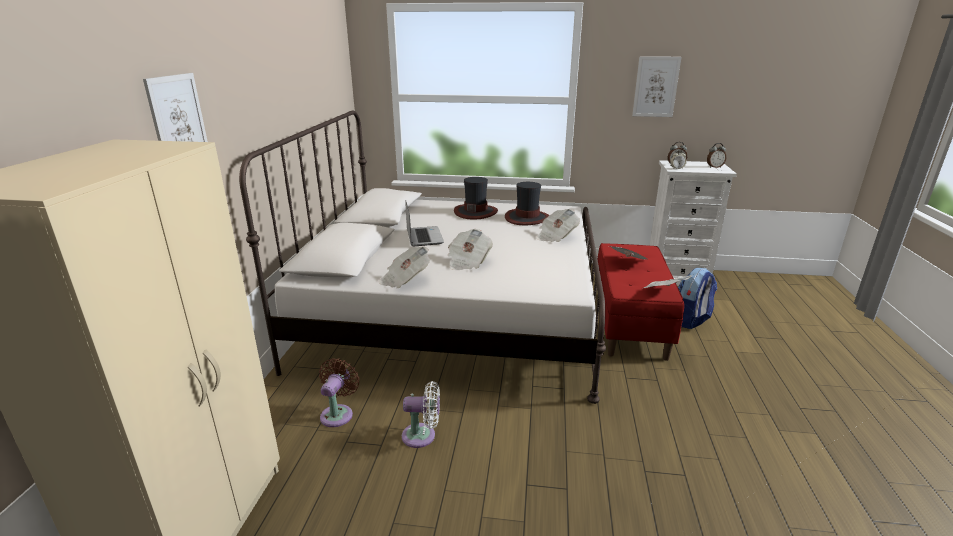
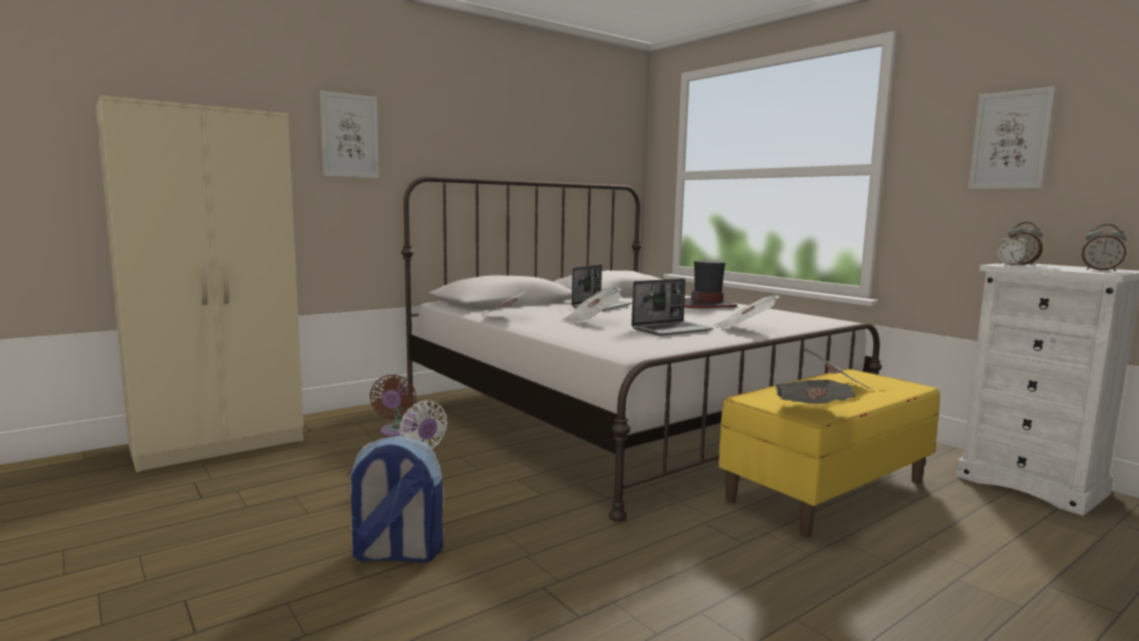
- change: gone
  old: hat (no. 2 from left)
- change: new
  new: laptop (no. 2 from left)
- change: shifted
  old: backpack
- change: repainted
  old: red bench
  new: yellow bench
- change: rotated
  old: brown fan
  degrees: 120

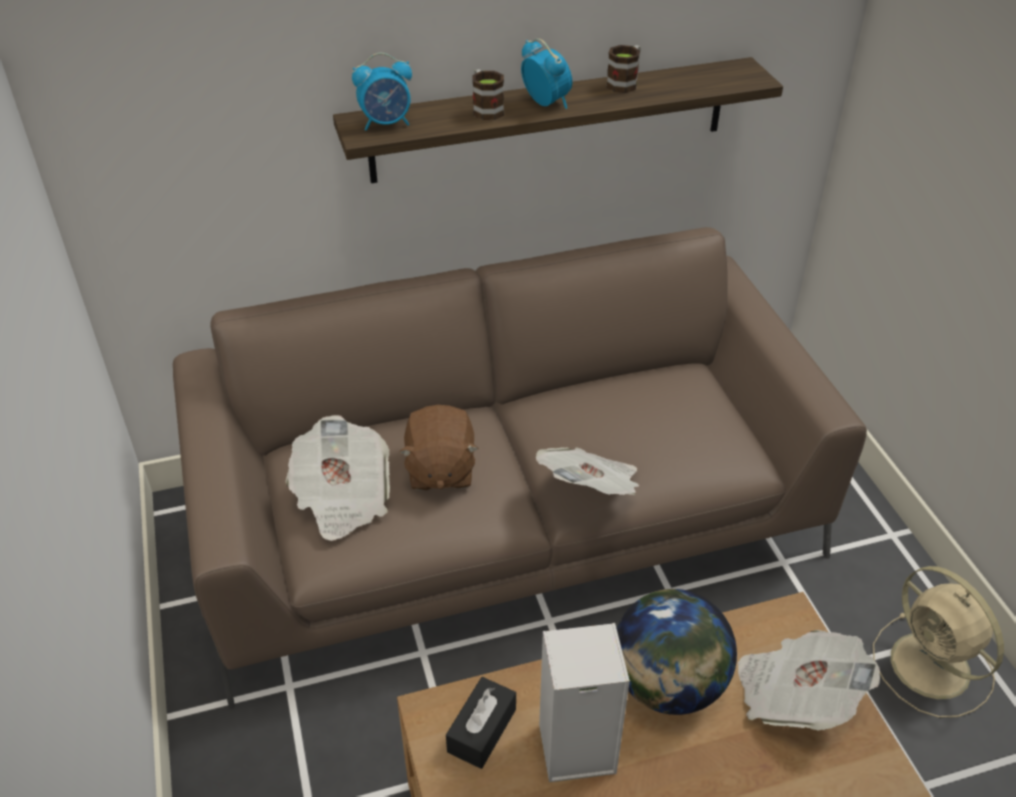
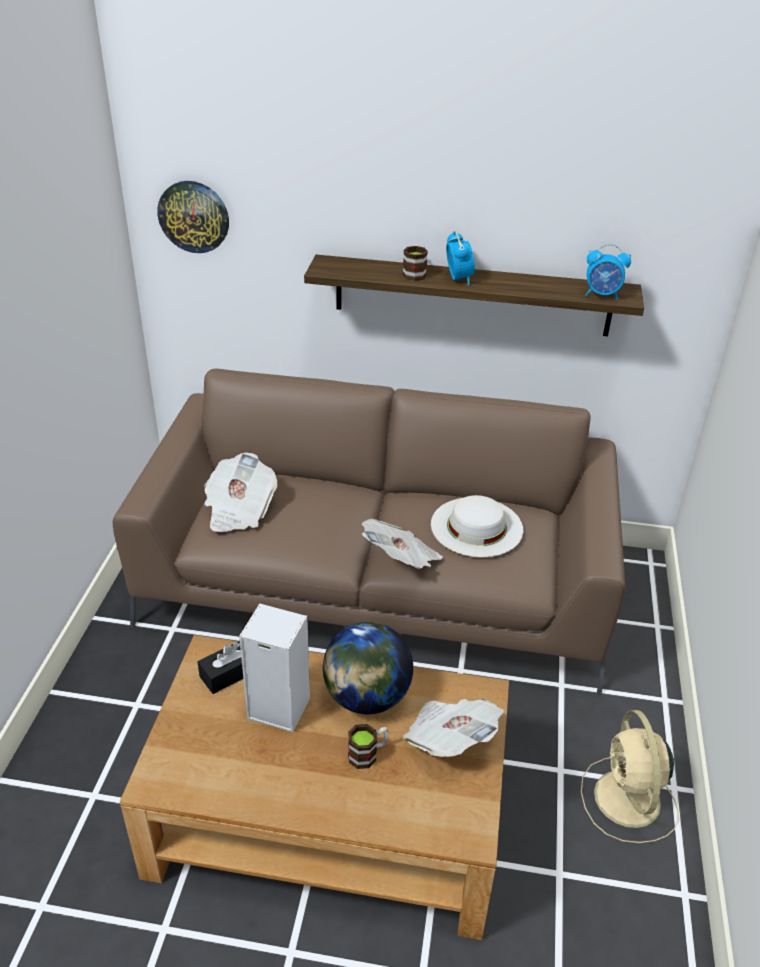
- change: gone
  old: brown plush toy
- change: new
  new: wall clock
- change: new
  new: white hat
- change: shifted
  old: alarm clock (no. 1 from left in the first image)
  new: alarm clock (no. 2 from left)
- change: shifted
  old: mug (no. 2 from left in the first image)
  new: mug (no. 1 from left)

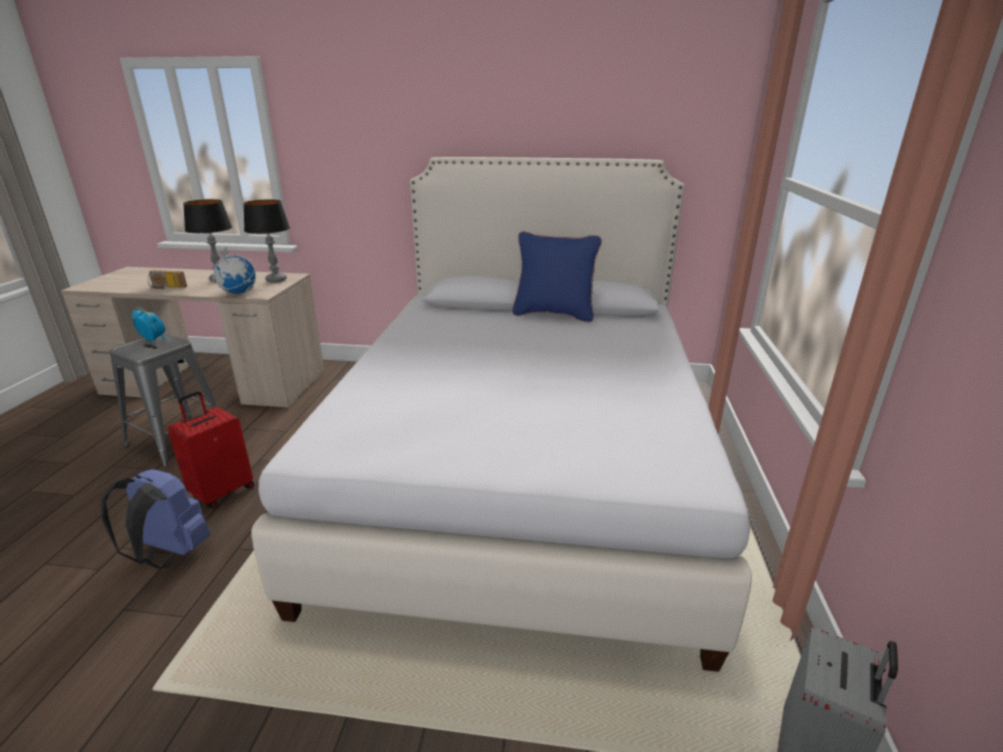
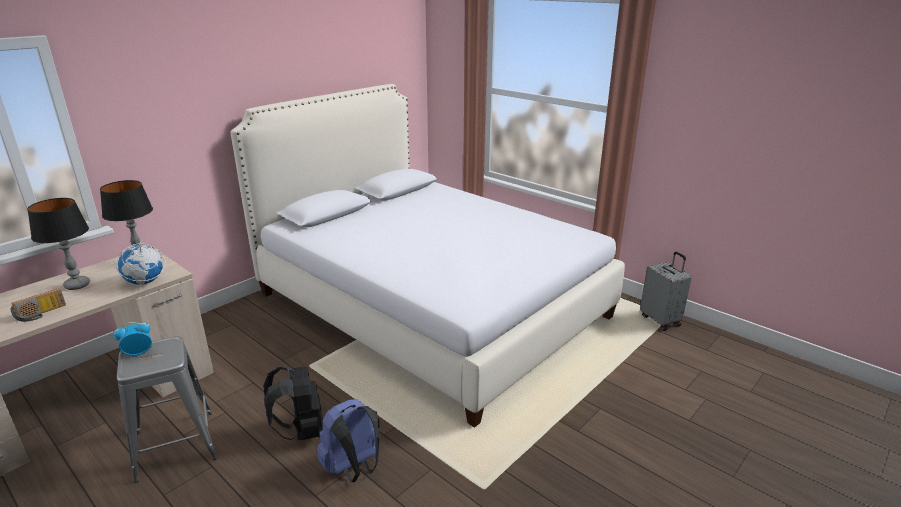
- change: gone
  old: blue pillow
- change: swapped
  old: red suitcase
  new: black backpack

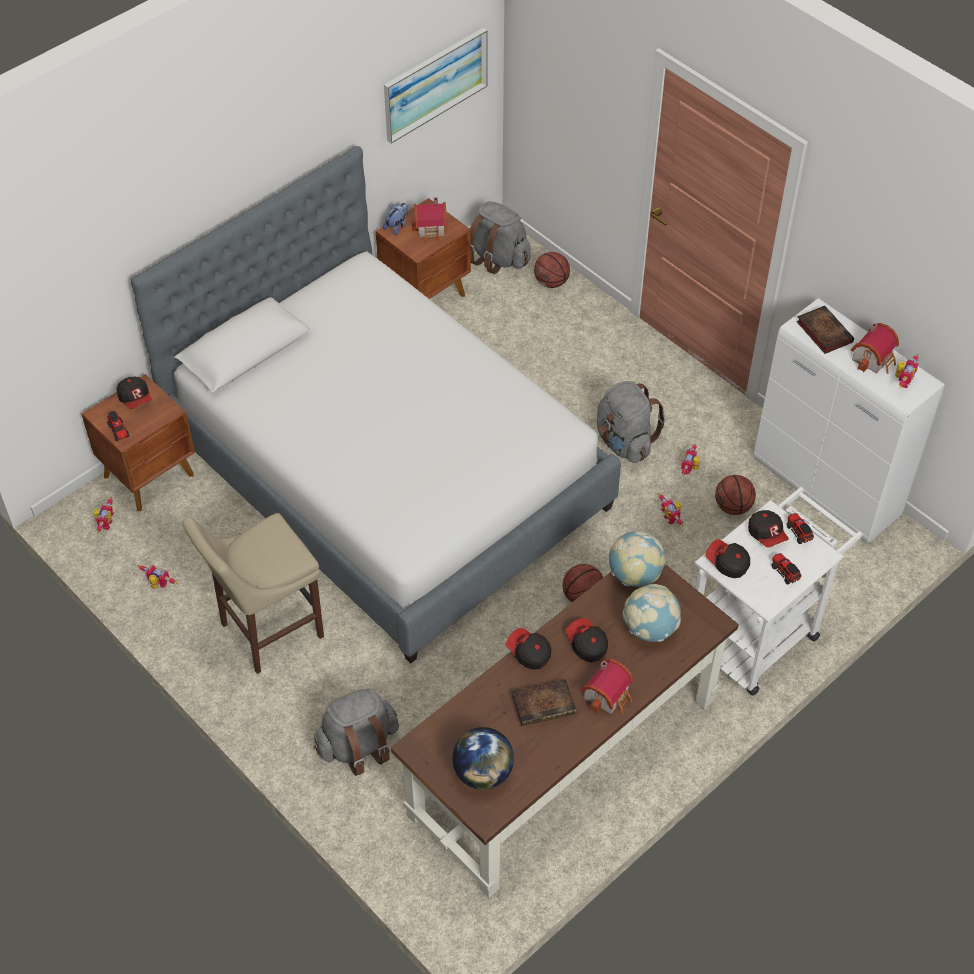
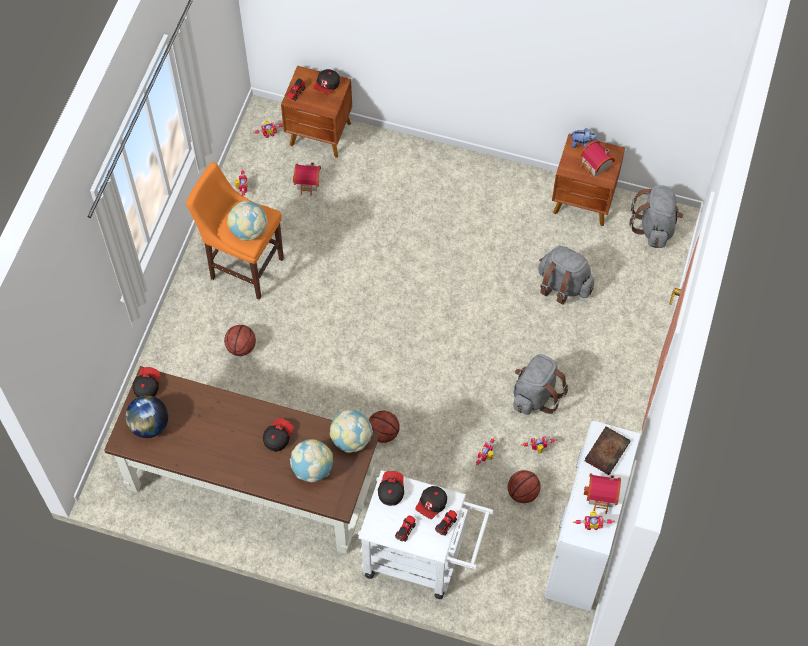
- change: gone
  old: bed
- change: gone
  old: picture
- change: gone
  old: book (no. 1 from left)
- change: new
  new: globe (no. 2 from left)
- change: shifted
  old: grey backpack (no. 1 from left in the first image)
  new: grey backpack (no. 2 from left)
- change: shifted
  old: cap (no. 2 from left in the first image)
  new: cap (no. 1 from left)
- change: shifted
  old: basketball (no. 1 from left)
- change: shifted
  old: toy house (no. 2 from left in the first image)
  new: toy house (no. 1 from left)
- change: repainted
  old: beige stool
  new: orange stool

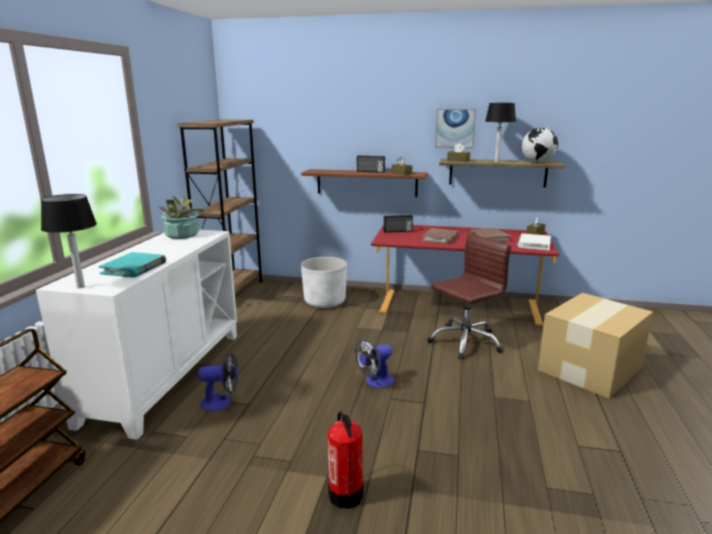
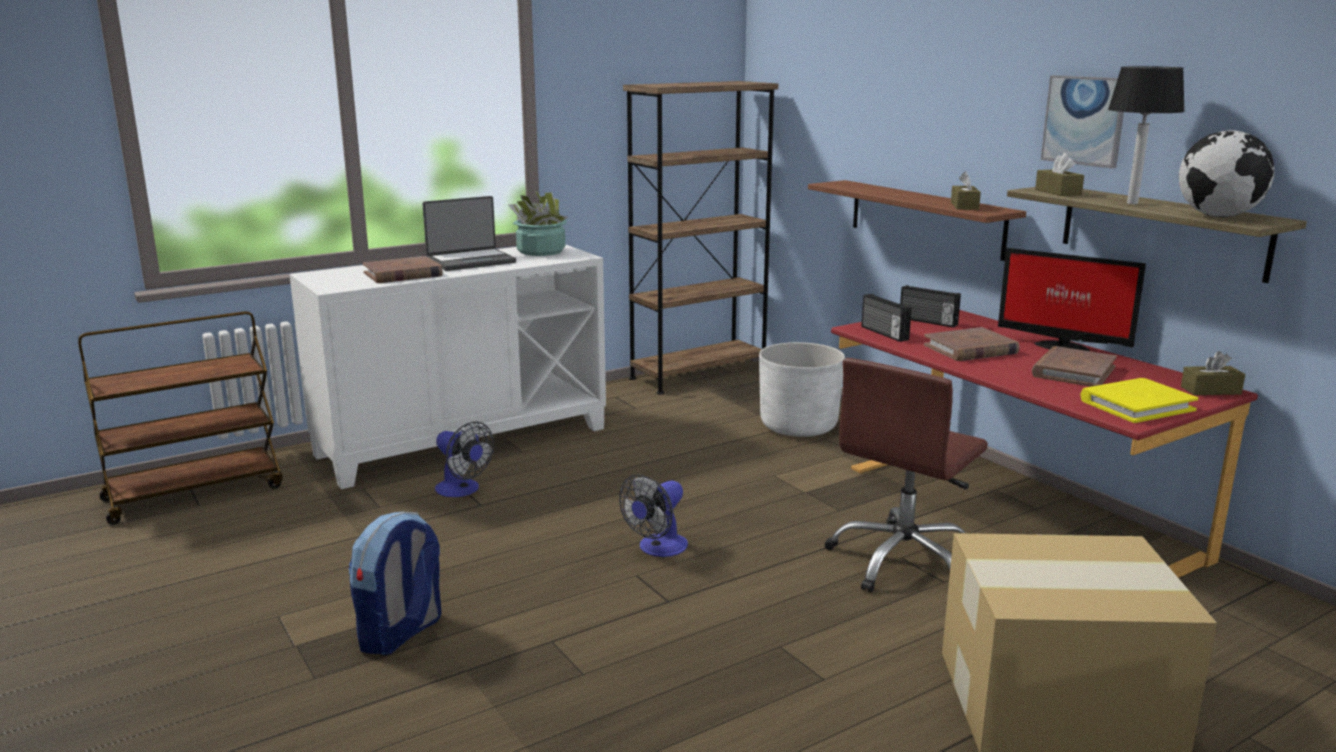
- change: gone
  old: table lamp (no. 1 from left)
- change: new
  new: laptop
- change: new
  new: monitor
- change: shifted
  old: radio (no. 1 from left)
- change: swapped
  old: fire extinguisher
  new: backpack
- change: repainted
  old: turquoise book
  new: brown book (no. 1 from left)
- change: repainted
  old: white book
  new: yellow book
- change: rotated
  old: fan (no. 2 from left)
  degrees: -60
- change: rotated
  old: brown office chair
  degrees: 120

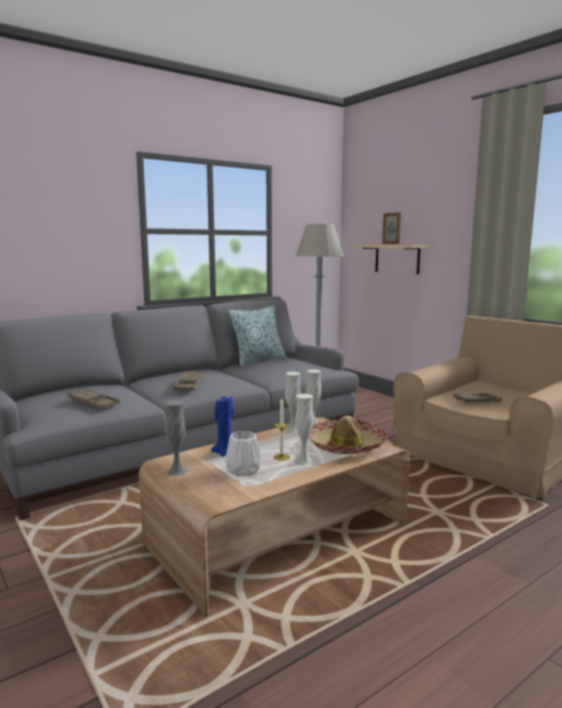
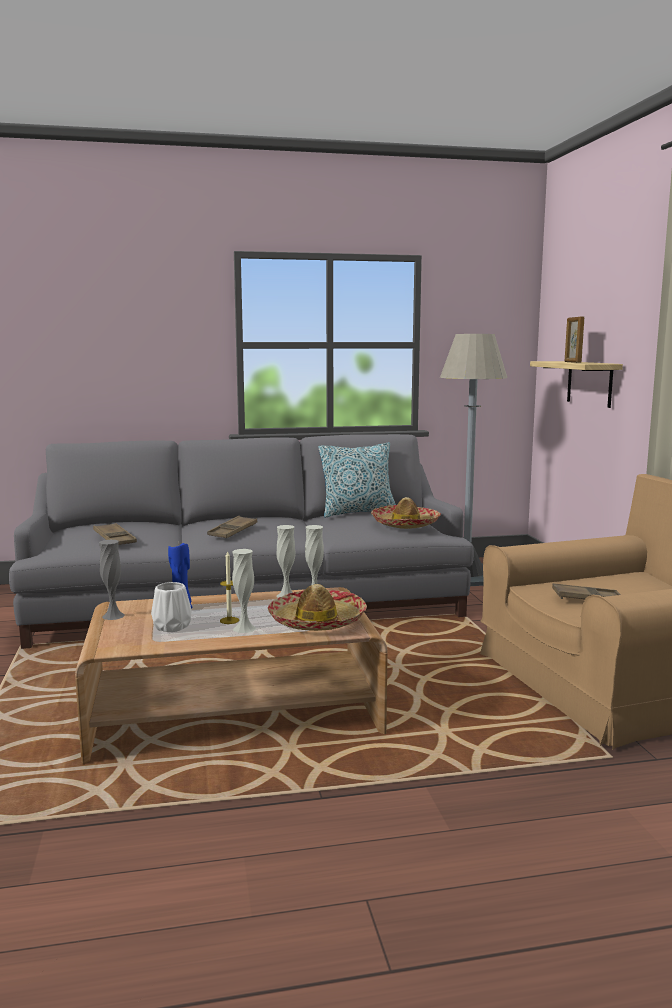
- change: new
  new: hat (no. 2 from left)

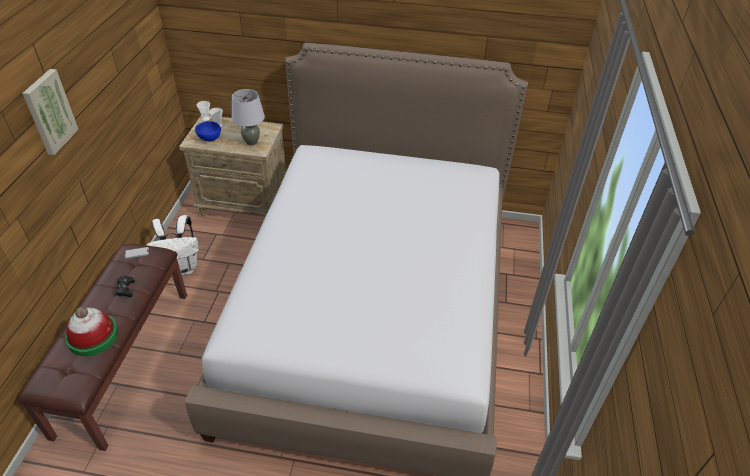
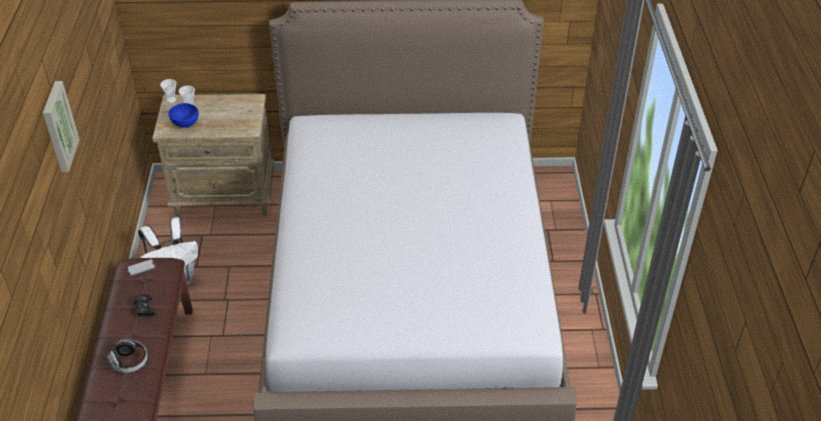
- change: gone
  old: grey table lamp
- change: swapped
  old: hat
  new: headphones

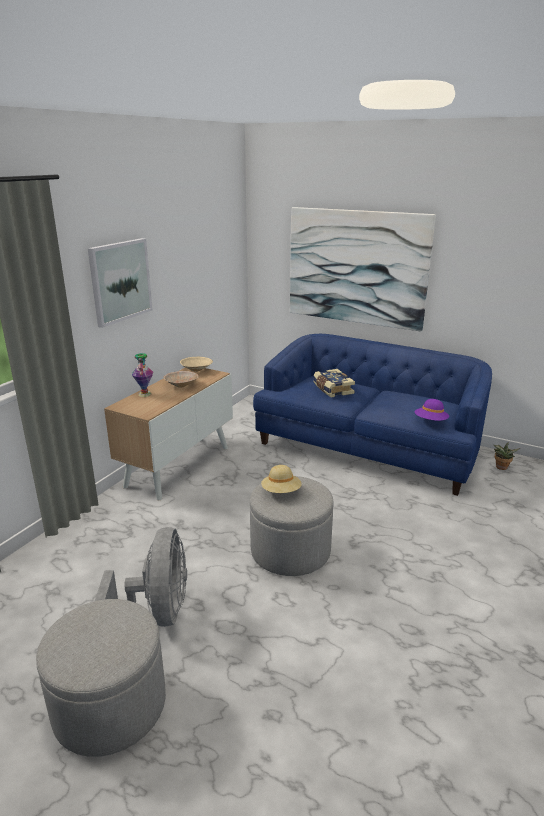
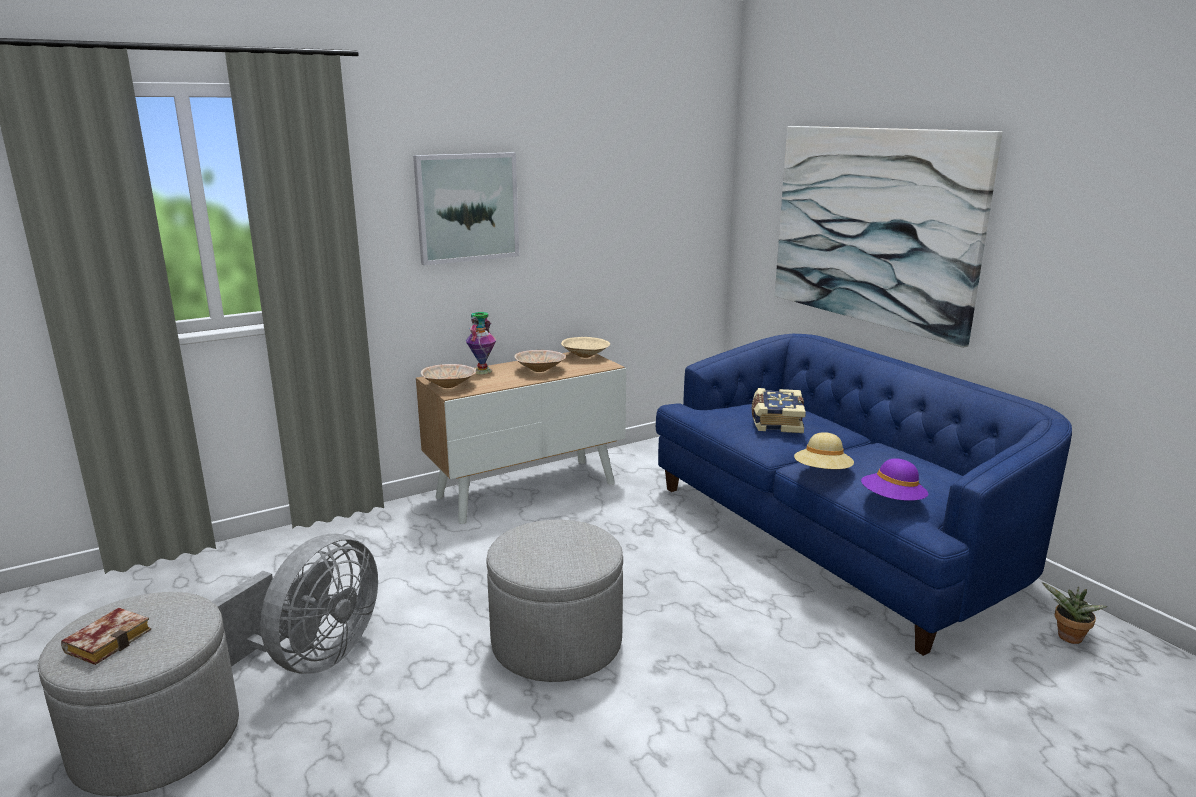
- change: new
  new: book (no. 1 from left)
- change: new
  new: beige bowl (no. 1 from left)
- change: shifted
  old: beige hat

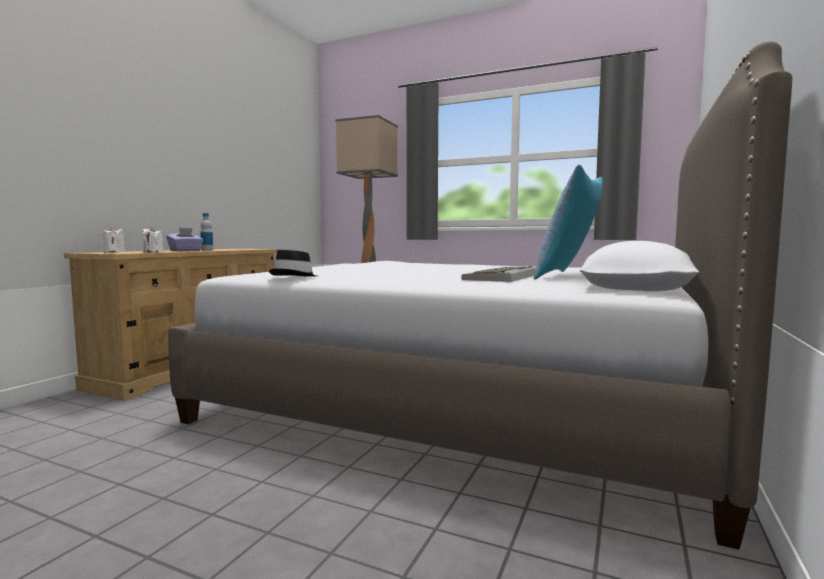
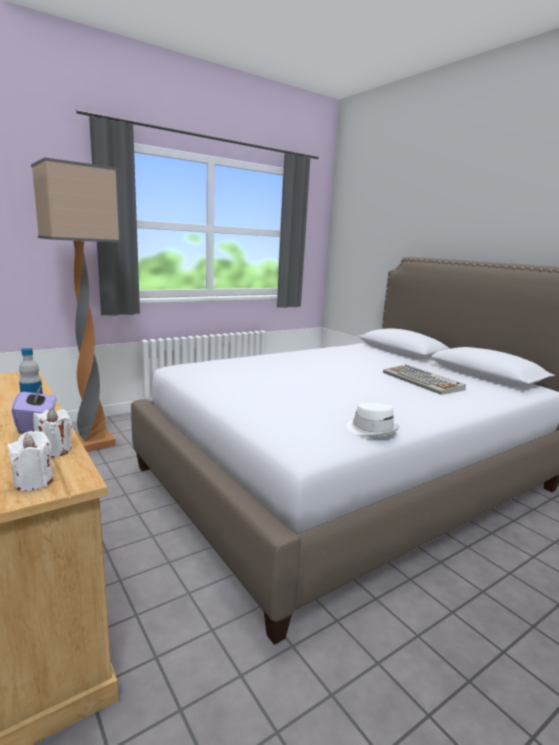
- change: gone
  old: pillow
- change: repainted
  old: black hat
  new: white hat

